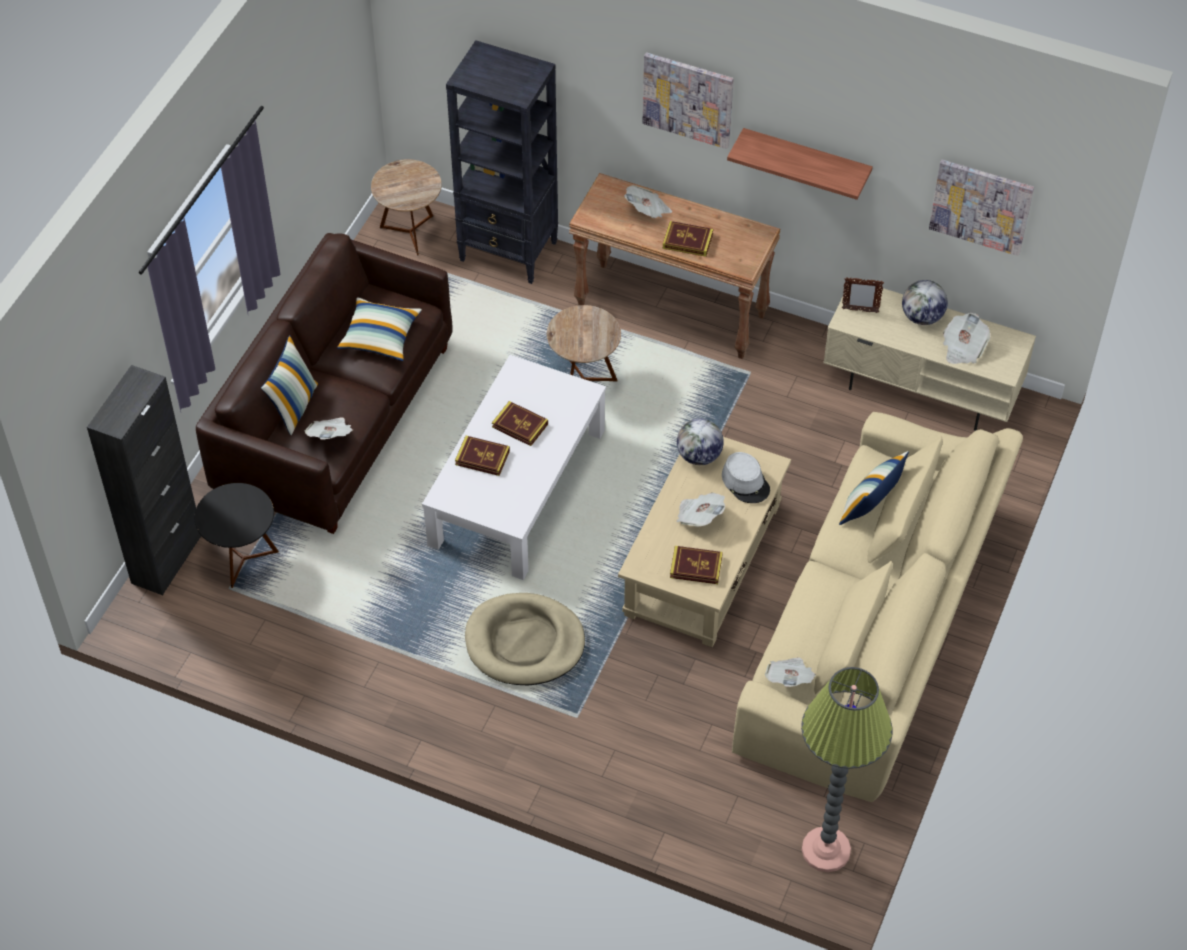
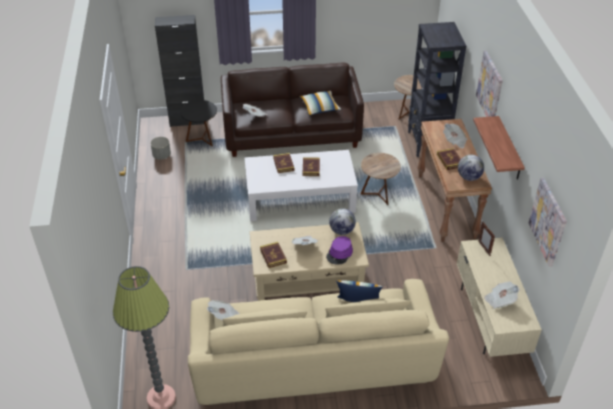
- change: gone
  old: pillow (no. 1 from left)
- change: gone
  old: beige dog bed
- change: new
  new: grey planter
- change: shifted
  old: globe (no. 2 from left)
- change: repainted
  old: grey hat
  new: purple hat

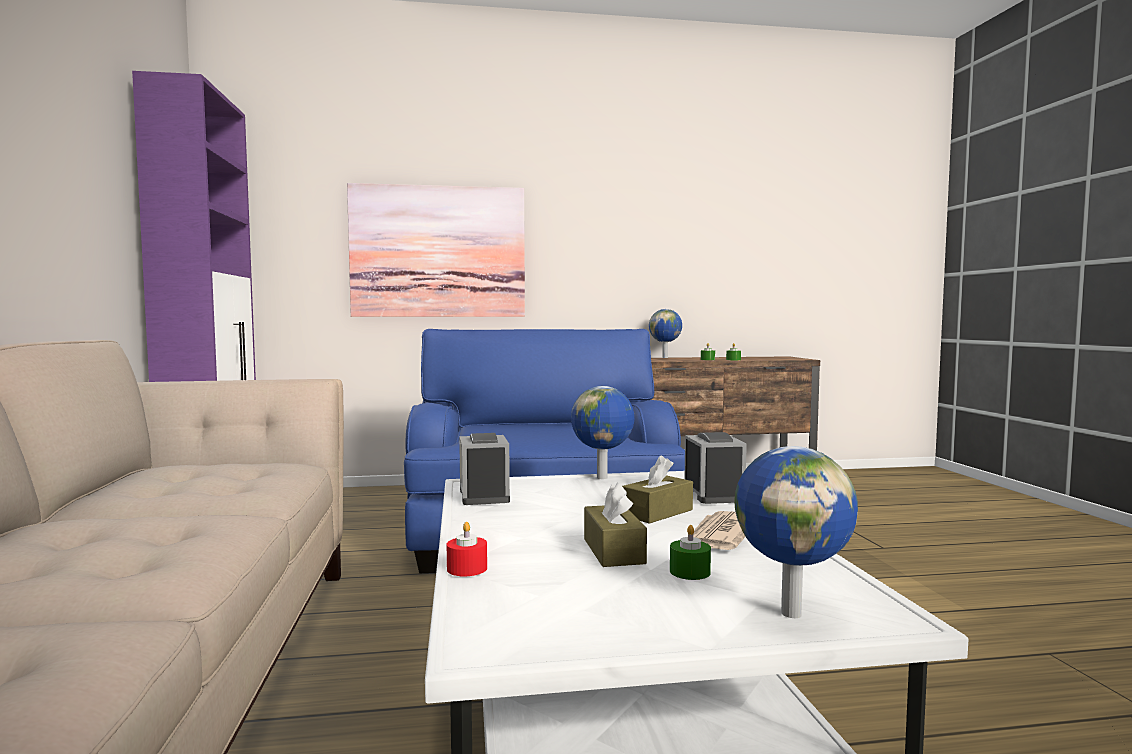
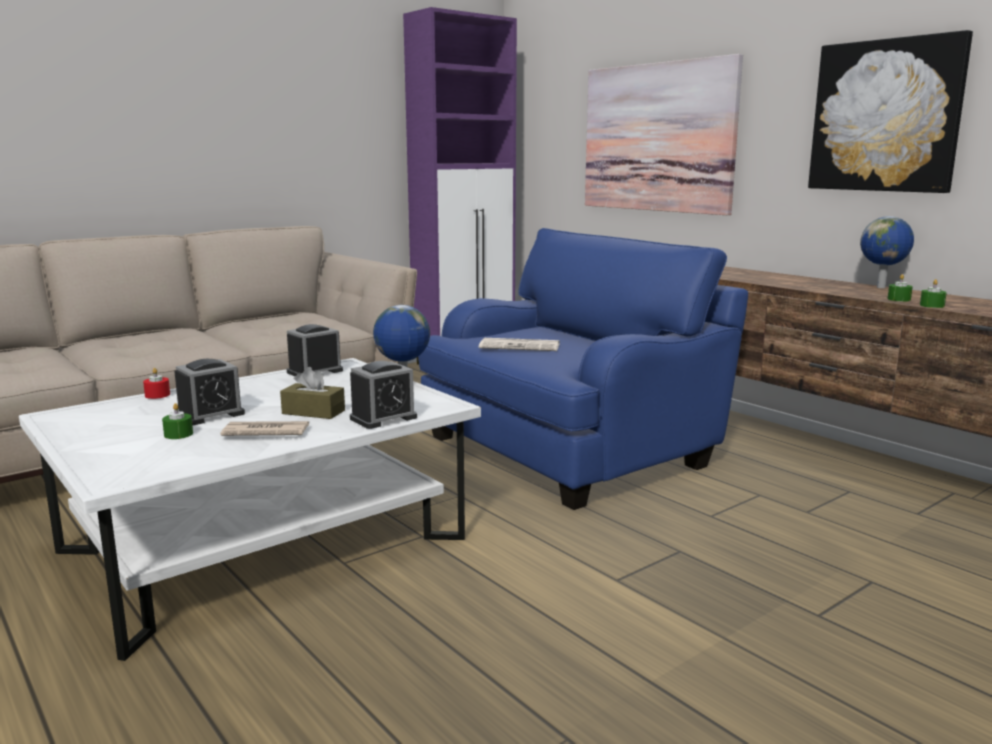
- change: gone
  old: globe (no. 3 from left)
- change: new
  new: newspaper (no. 2 from left)
- change: new
  new: picture (no. 2 from left)
- change: swapped
  old: brown tissue box (no. 1 from left)
  new: alarm clock (no. 1 from left)

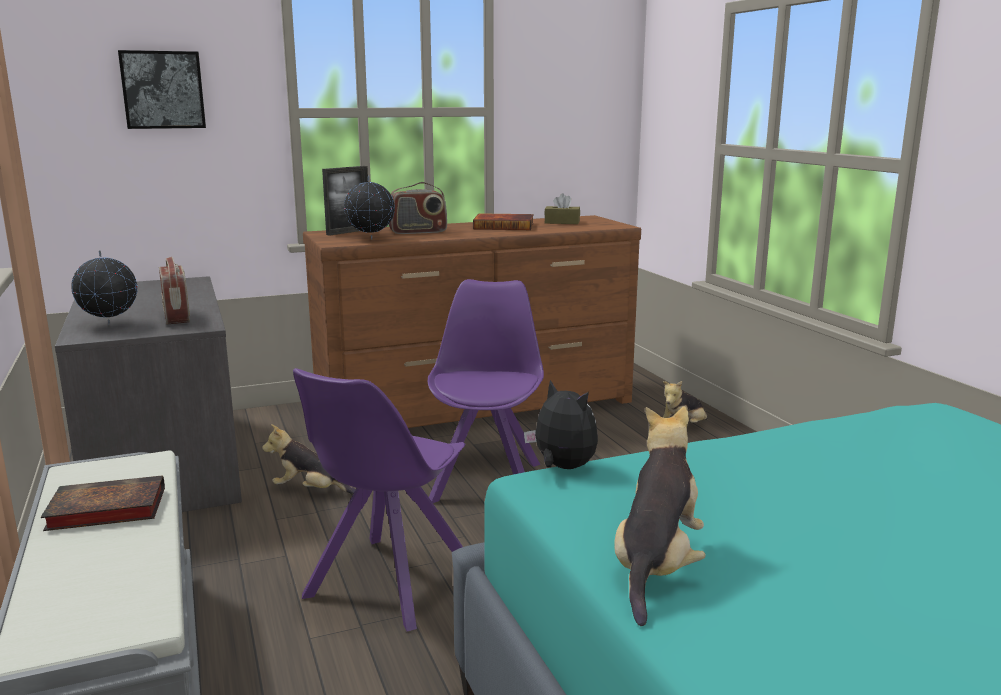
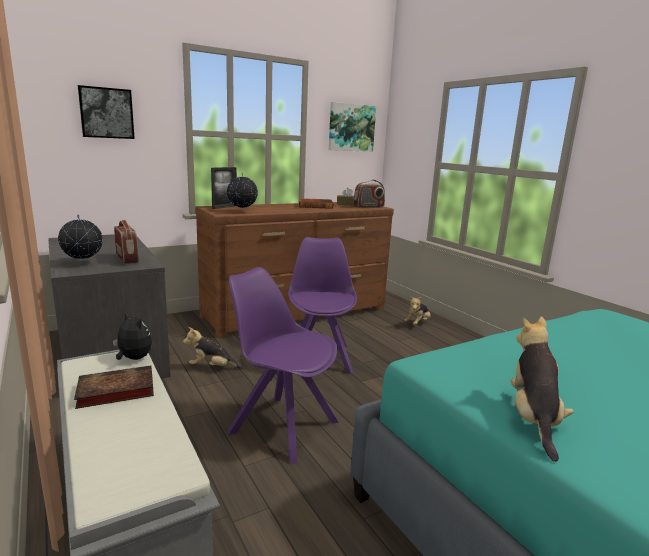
- change: new
  new: picture (no. 2 from left)
- change: shifted
  old: radio (no. 2 from left)
- change: shifted
  old: plush toy (no. 2 from left in the first image)
  new: plush toy (no. 1 from left)
- change: rotated
  old: purple chair (no. 1 from left)
  degrees: 105

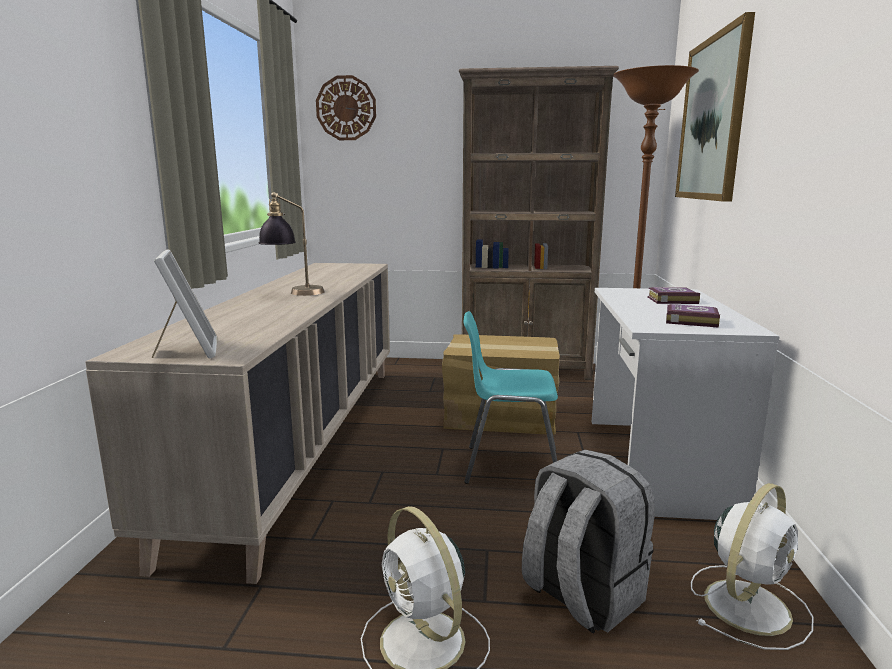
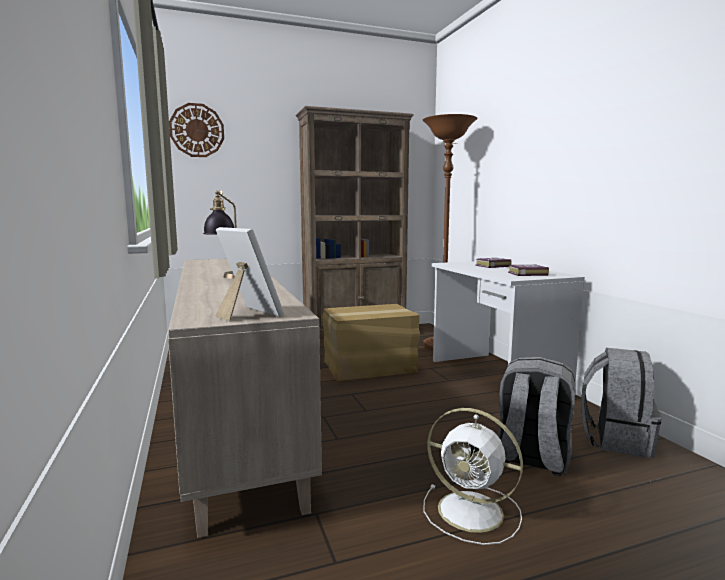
- change: gone
  old: turquoise chair
- change: gone
  old: picture
- change: swapped
  old: white fan (no. 2 from left)
  new: grey backpack (no. 2 from left)

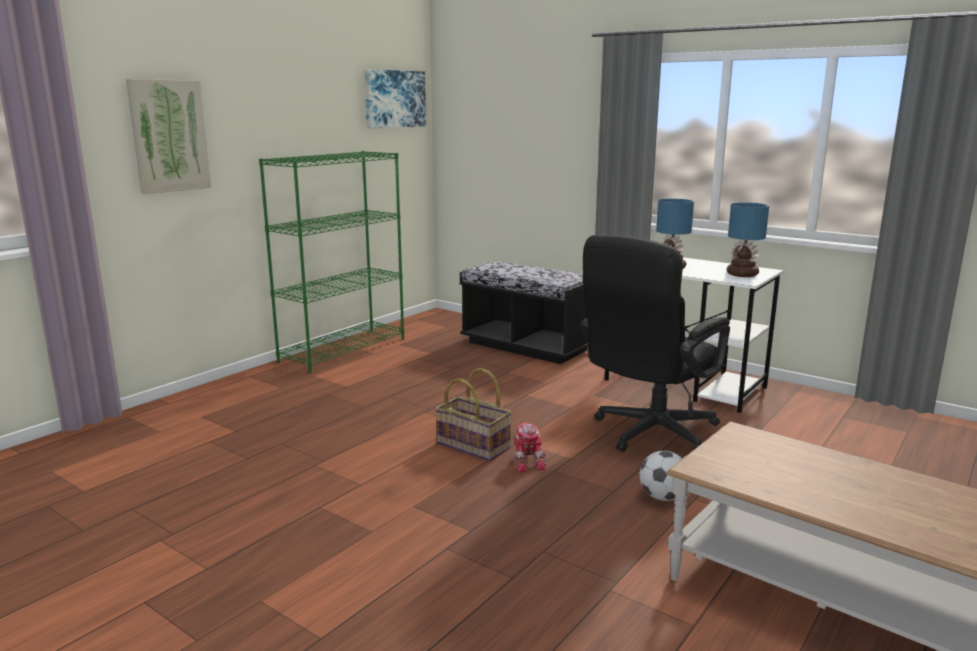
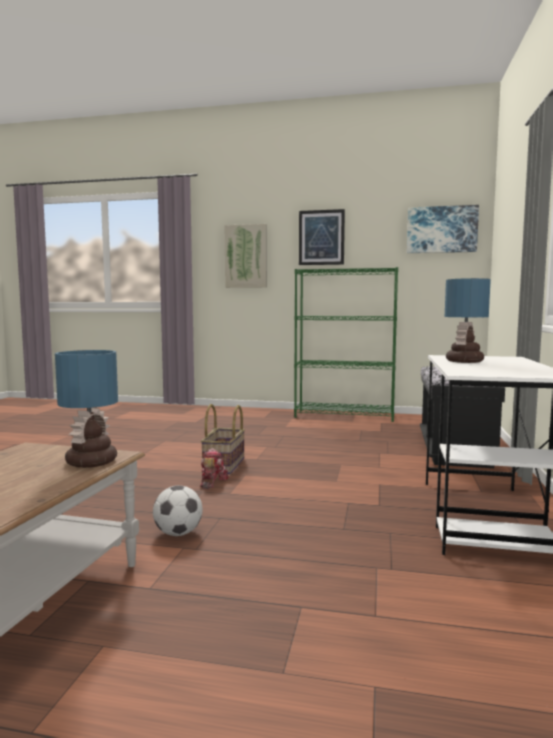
- change: gone
  old: black office chair
- change: new
  new: picture (no. 2 from left)
- change: shifted
  old: table lamp (no. 2 from left in the first image)
  new: table lamp (no. 1 from left)
- change: rotated
  old: toy robot
  degrees: 135

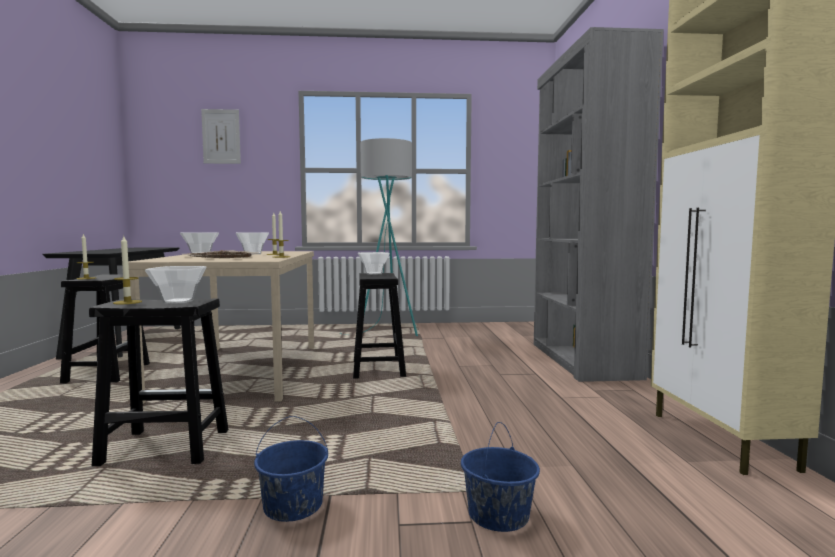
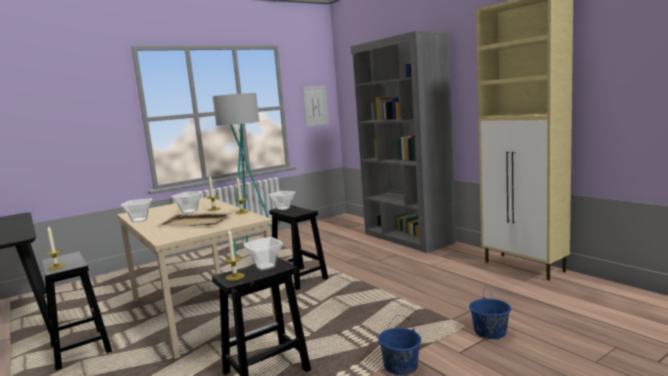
- change: shifted
  old: picture

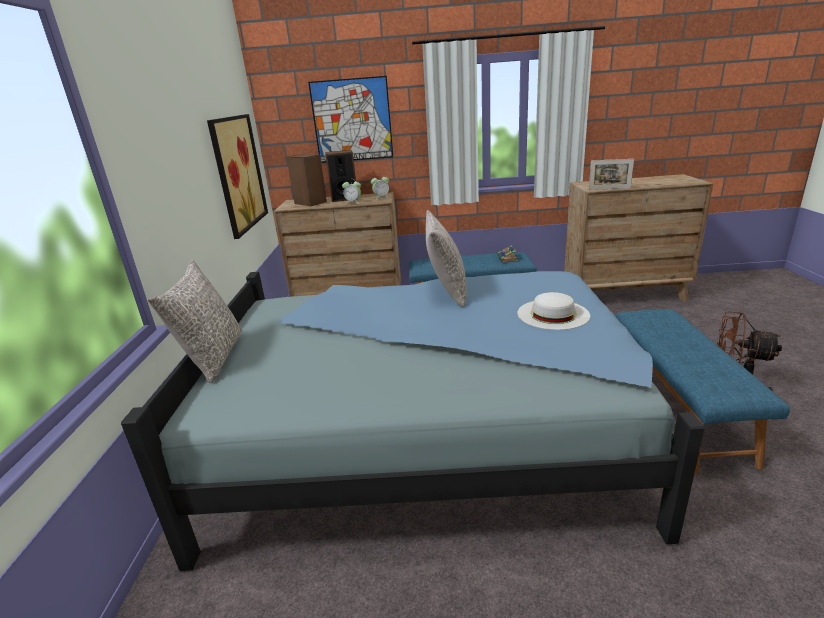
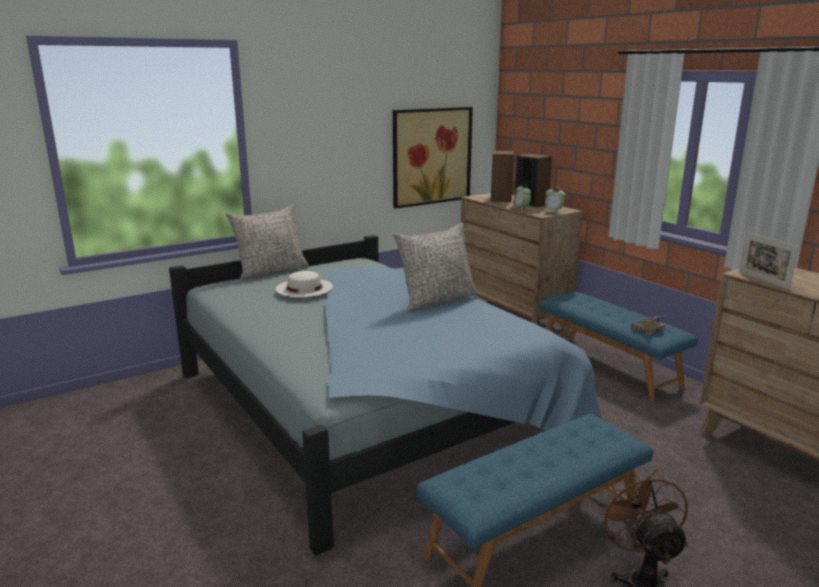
- change: gone
  old: picture (no. 2 from left)
- change: shifted
  old: white hat

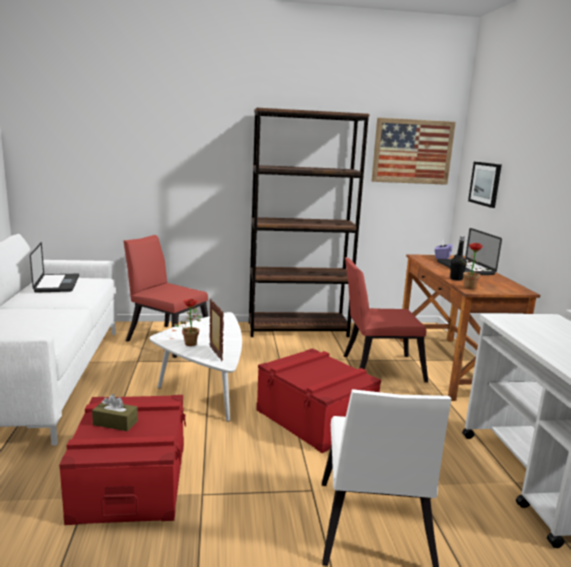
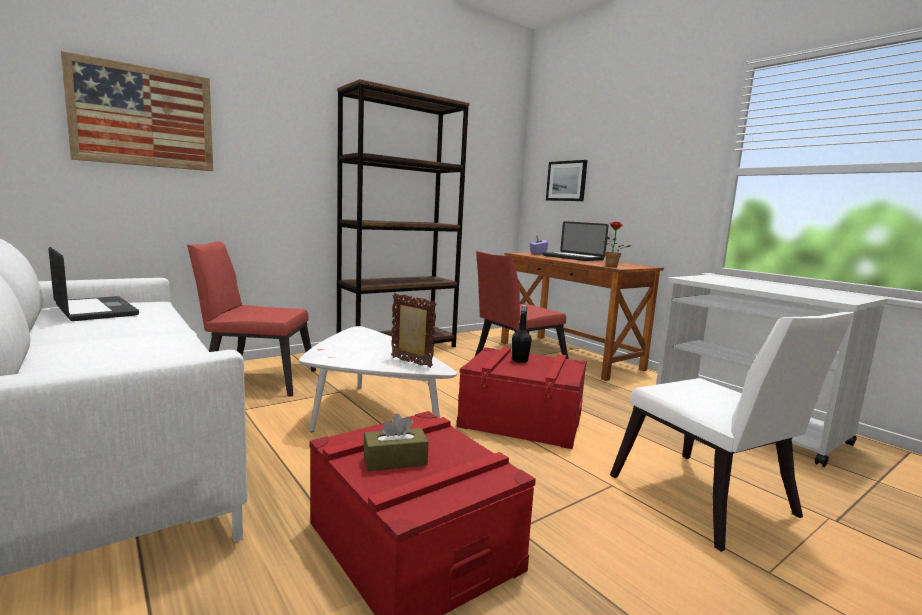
- change: gone
  old: potted plant (no. 1 from left)
- change: shifted
  old: picture (no. 1 from left)
- change: shifted
  old: black bottle

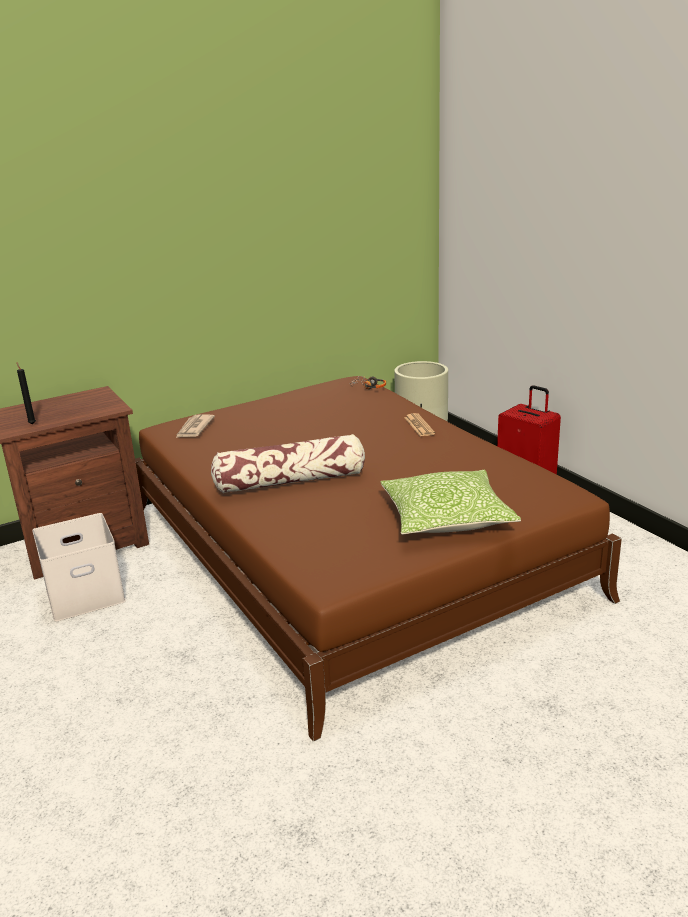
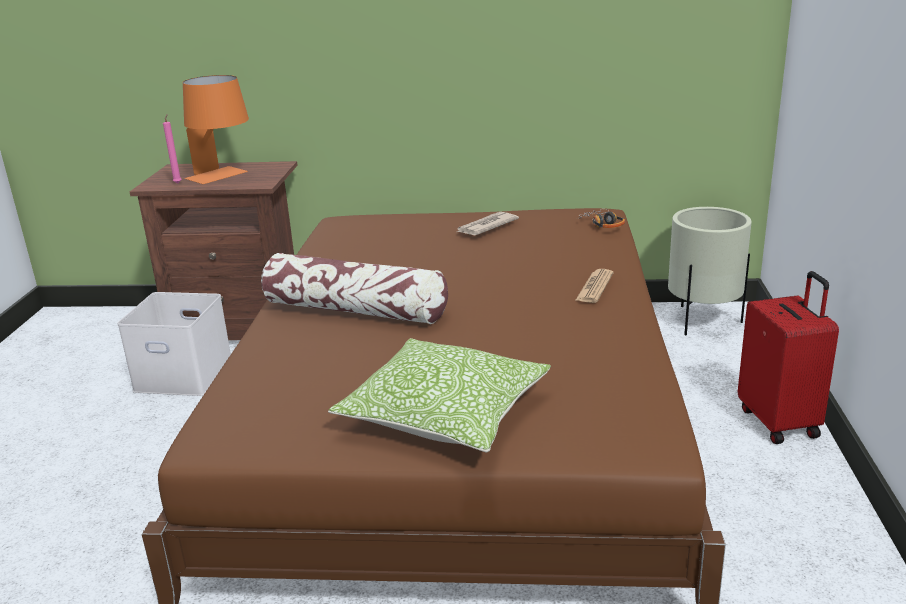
- change: new
  new: orange table lamp
- change: shifted
  old: newspaper (no. 1 from left)
- change: repainted
  old: black candle
  new: pink candle

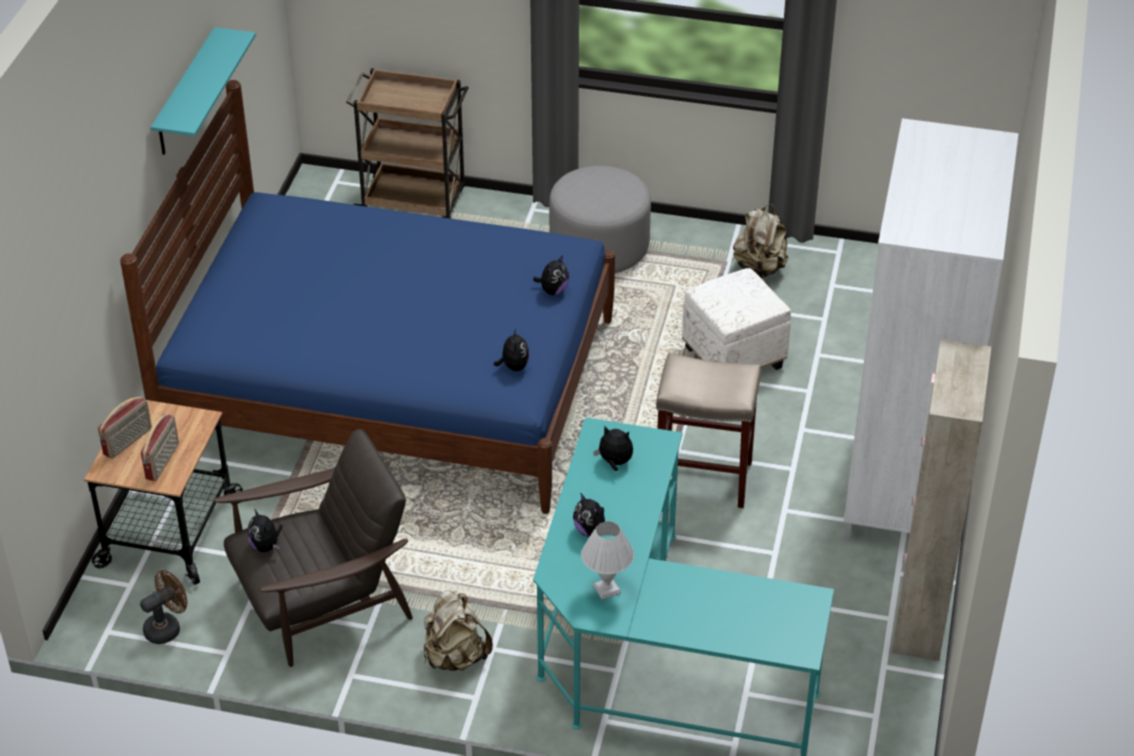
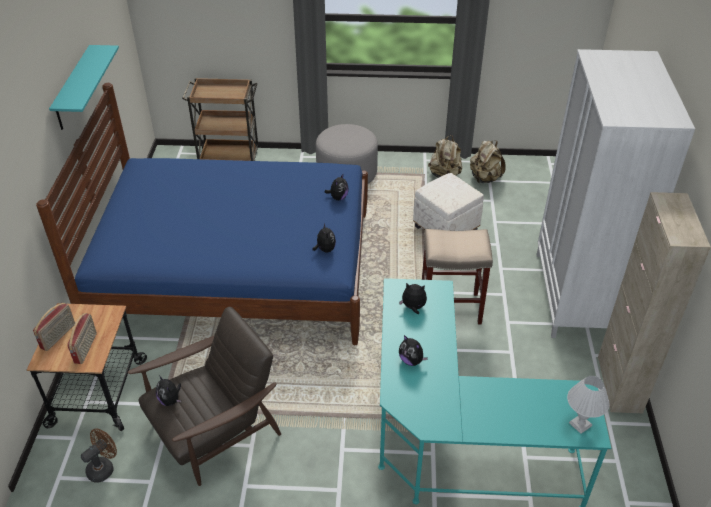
- change: shifted
  old: beige backpack (no. 1 from left in the first image)
  new: beige backpack (no. 2 from left)
- change: shifted
  old: white table lamp

